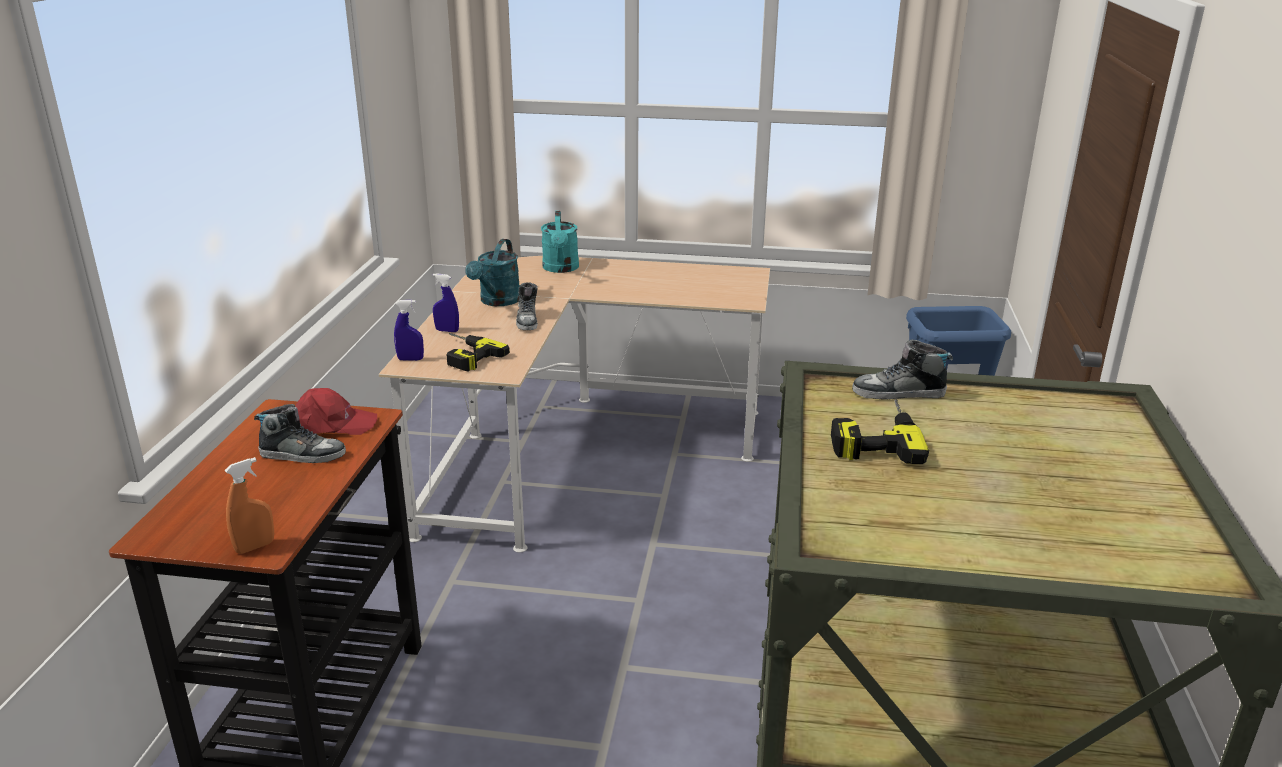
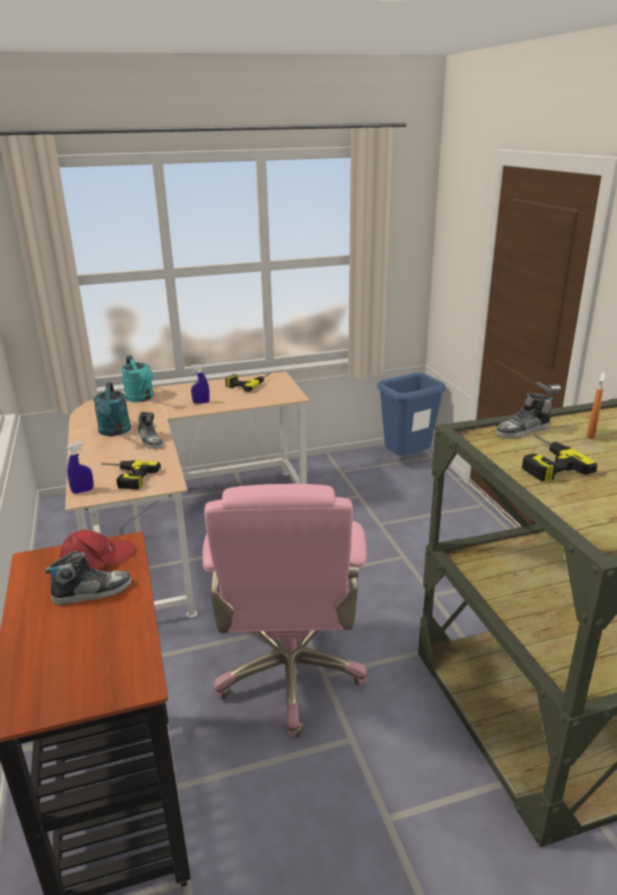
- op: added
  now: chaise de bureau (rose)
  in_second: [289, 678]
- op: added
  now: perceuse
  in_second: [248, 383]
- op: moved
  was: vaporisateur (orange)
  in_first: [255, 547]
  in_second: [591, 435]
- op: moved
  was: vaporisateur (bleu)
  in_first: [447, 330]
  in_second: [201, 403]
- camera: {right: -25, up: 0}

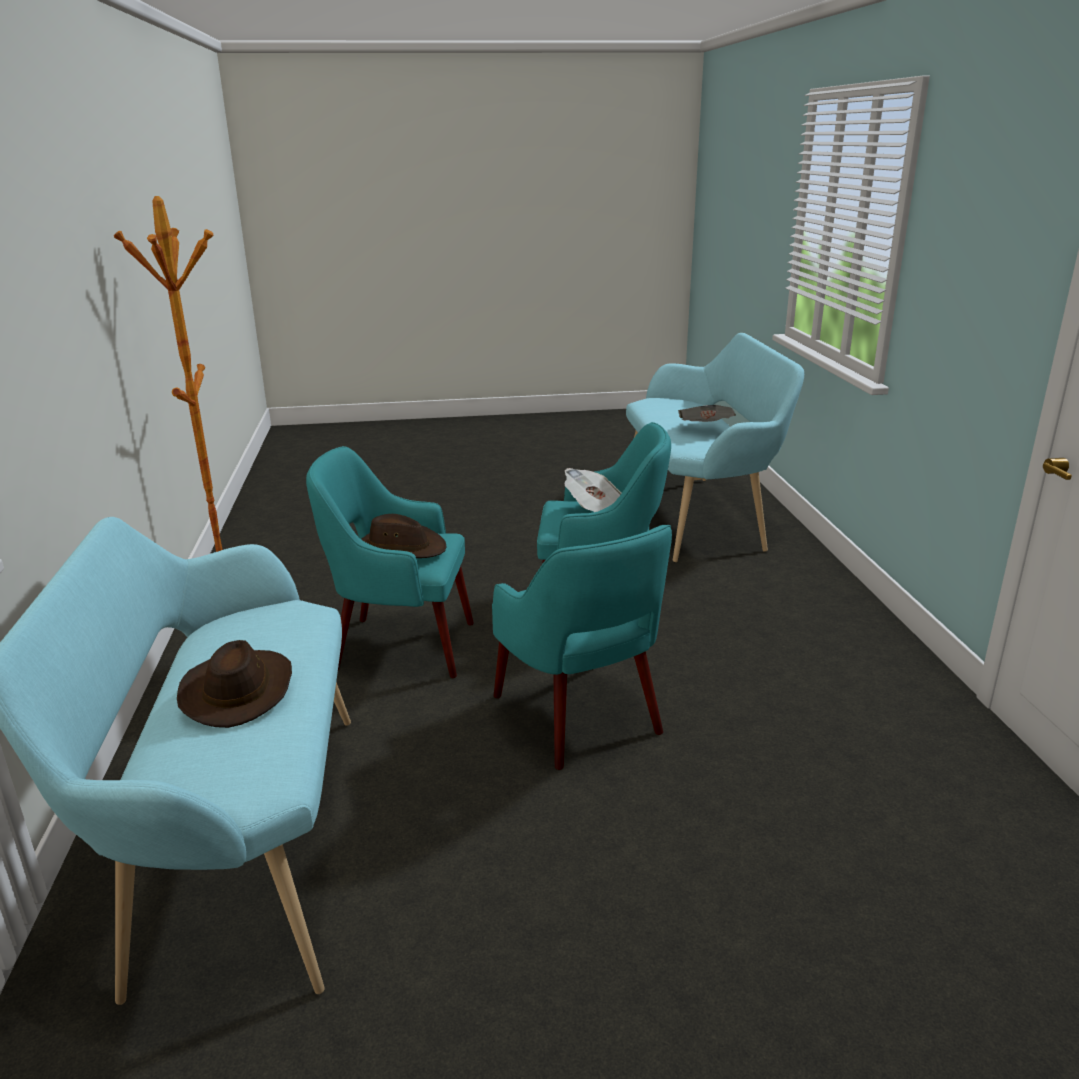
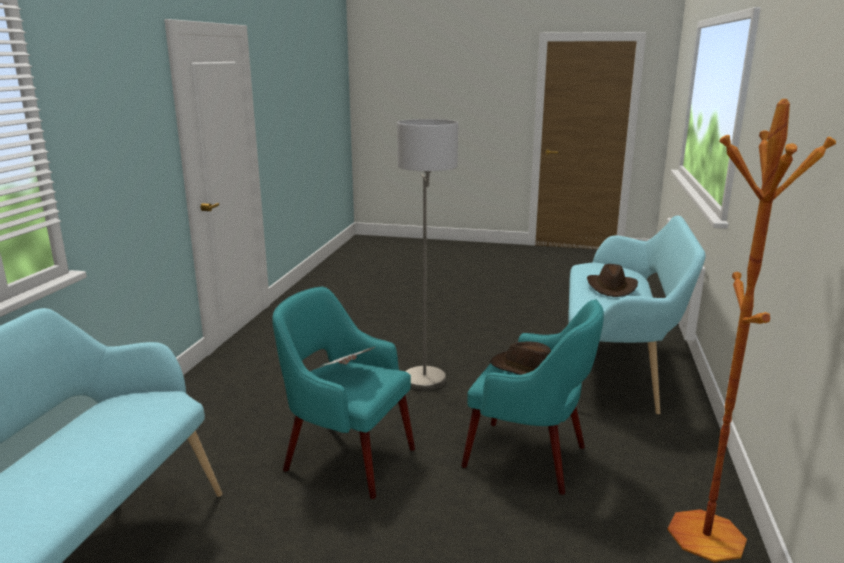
- op: removed
  was: journal
  in_first: [705, 429]
- op: replaced
  was: fauteuil (turquoise)
  now: lampadaire (gris)
  in_first: [578, 717]
  in_second: [426, 386]
- camera: {right: -160, up: -5}

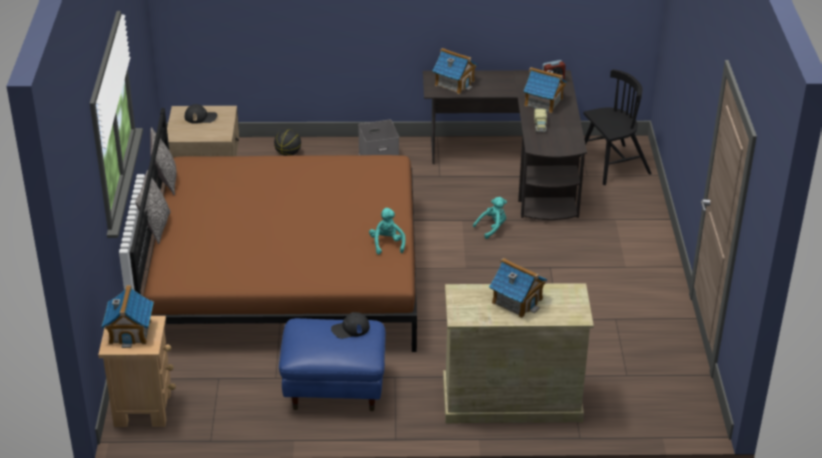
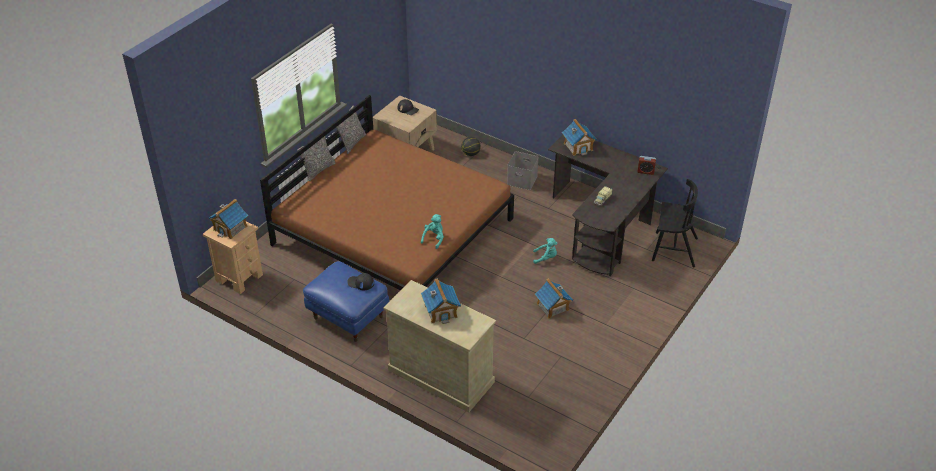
- op: moved
  was: maison miniature
  in_first: [544, 102]
  in_second: [552, 307]
- camera: {right: 35, up: 5}

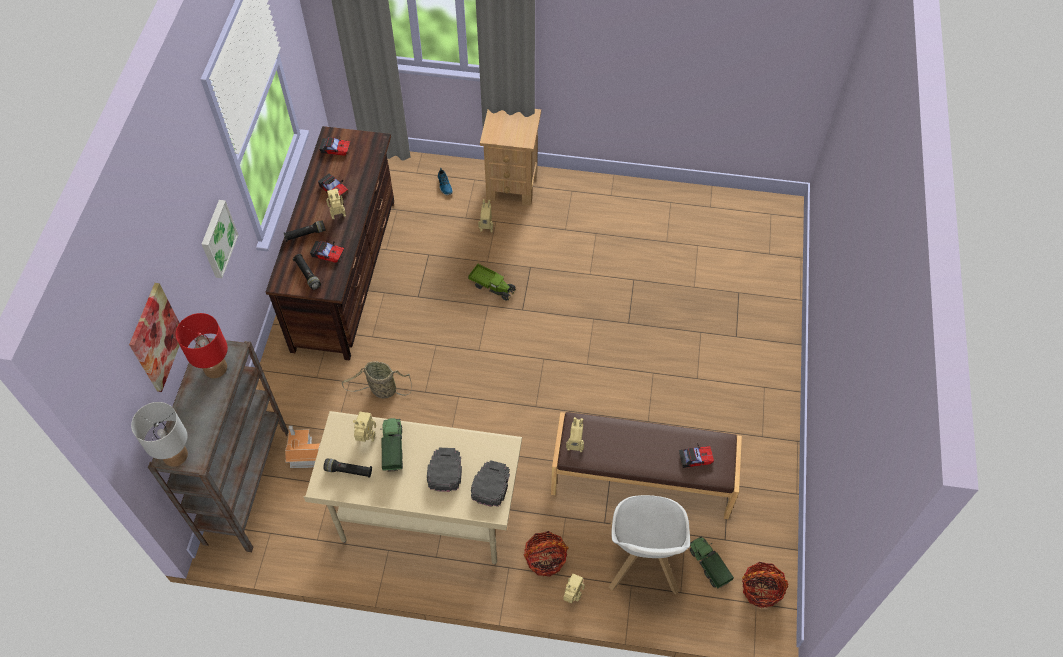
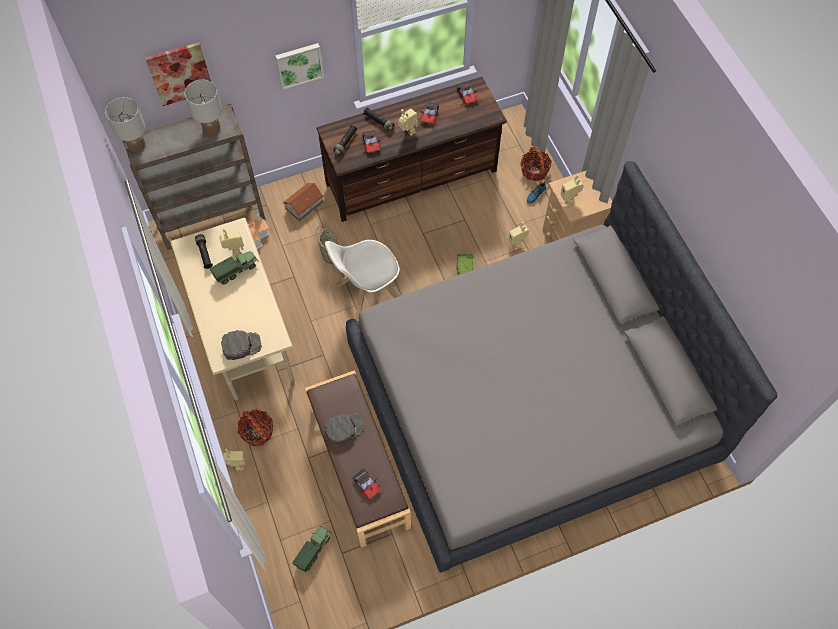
- op: added
  now: maison miniature
  in_second: [304, 205]
- op: added
  now: lit (gris)
  in_second: [529, 403]
- op: moved
  was: casquette (noir)
  in_first: [444, 470]
  in_second: [344, 428]
- op: moved
  was: robot jouet
  in_first: [575, 444]
  in_second: [569, 199]
- op: moved
  was: chaise
  in_first: [643, 560]
  in_second: [367, 295]
- op: moved
  was: panier
  in_first: [761, 589]
  in_second: [534, 170]
- op: recoloured
  was: lampe de table (rouge)
  now: lampe de table (gris)
  in_first: [215, 368]
  in_second: [211, 127]
- camera: {right: 60, up: 5}

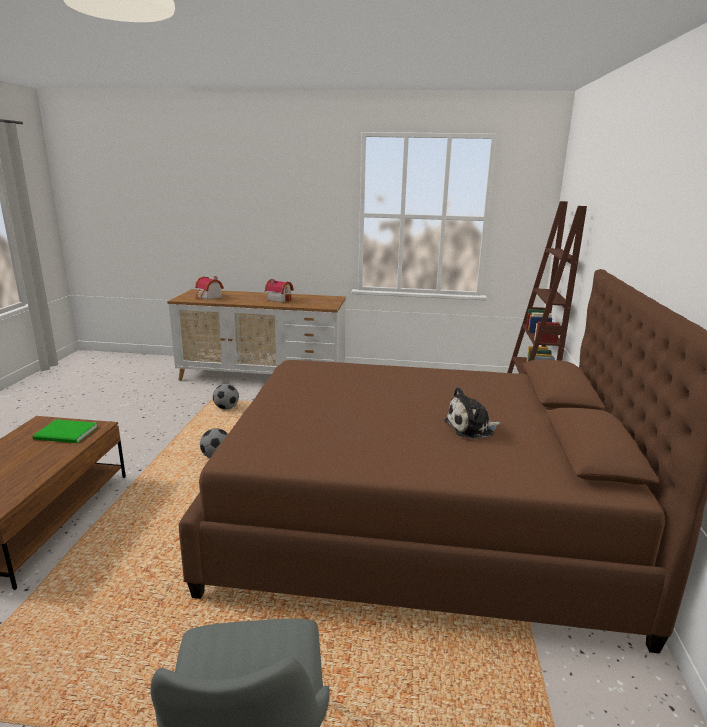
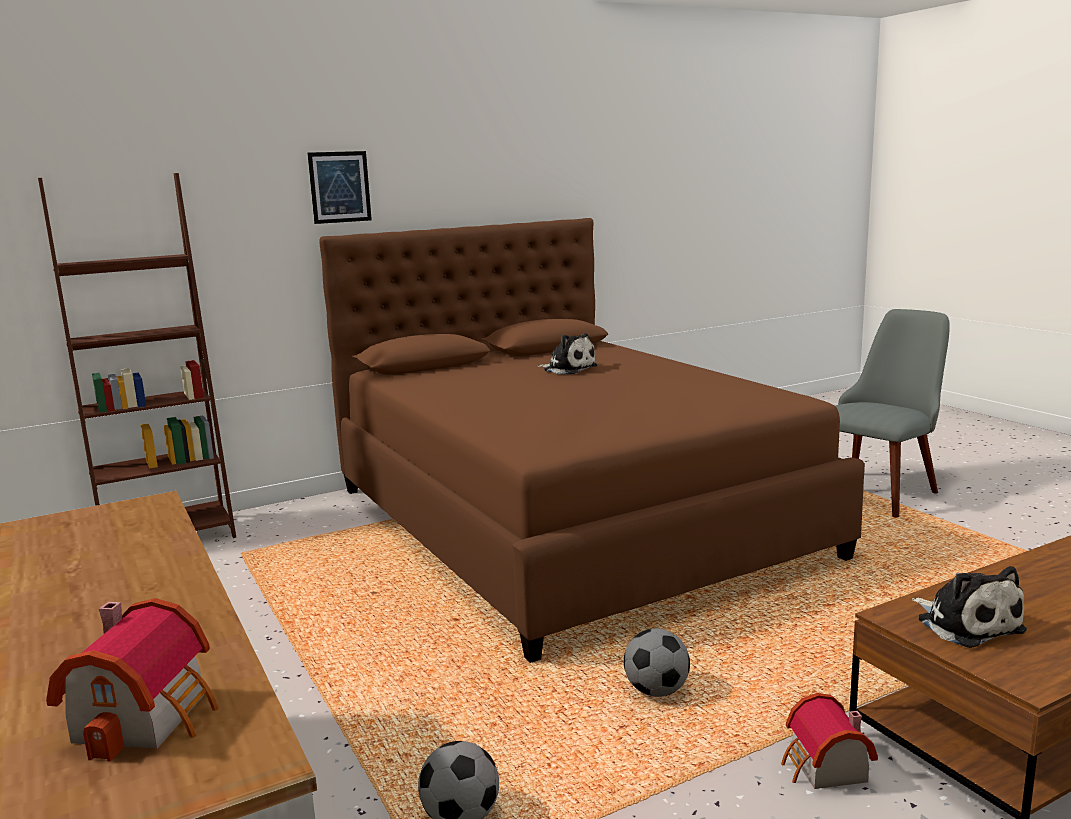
- op: added
  now: tableau
  in_second: [340, 187]
- op: moved
  was: maison miniature
  in_first: [279, 299]
  in_second: [824, 769]
- op: replaced
  was: livre (vert)
  now: peluche
  in_first: [67, 434]
  in_second: [966, 624]
- camera: {right: -125, up: -5}

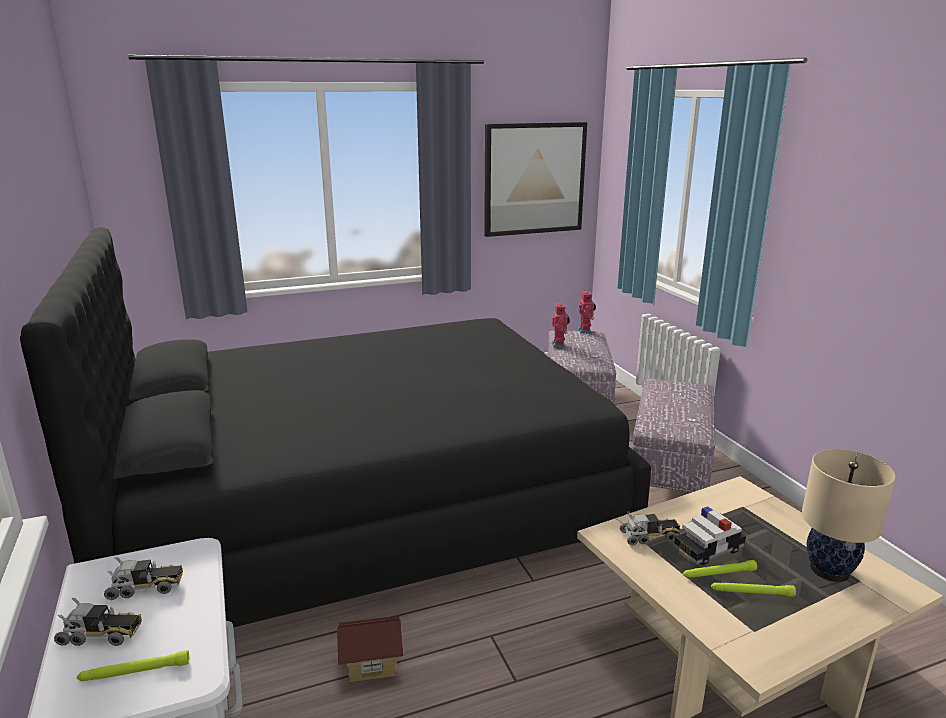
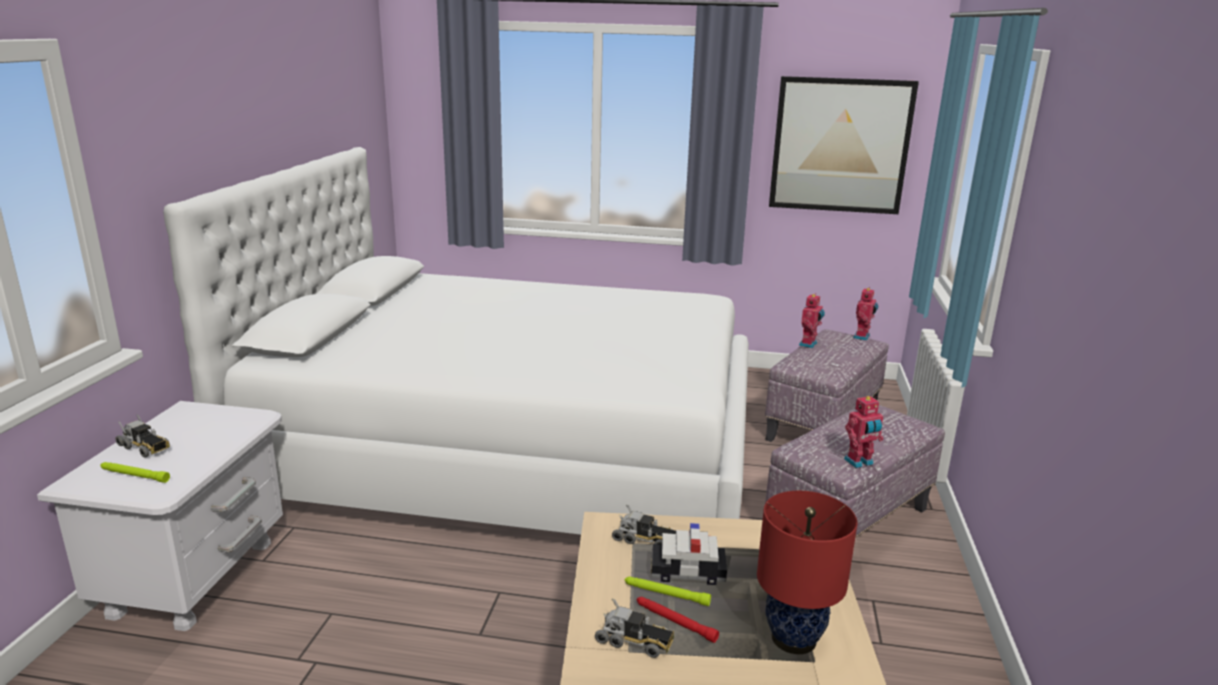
- op: removed
  was: maison miniature
  in_first: [371, 664]
- op: added
  now: robot jouet
  in_second: [859, 462]
- op: moved
  was: camion jouet
  in_first: [146, 587]
  in_second: [634, 641]
- op: recoloured
  was: lit (noir)
  now: lit (blanc)
  in_first: [365, 506]
  in_second: [510, 452]
- op: recoloured
  was: lampe de poche (vert)
  now: lampe de poche (rouge)
  in_first: [751, 592]
  in_second: [675, 622]
- op: recoloured
  was: lampe de table (beige)
  now: lampe de table (rouge)
  in_first: [829, 570]
  in_second: [793, 639]
- camera: {right: 30, up: 0}

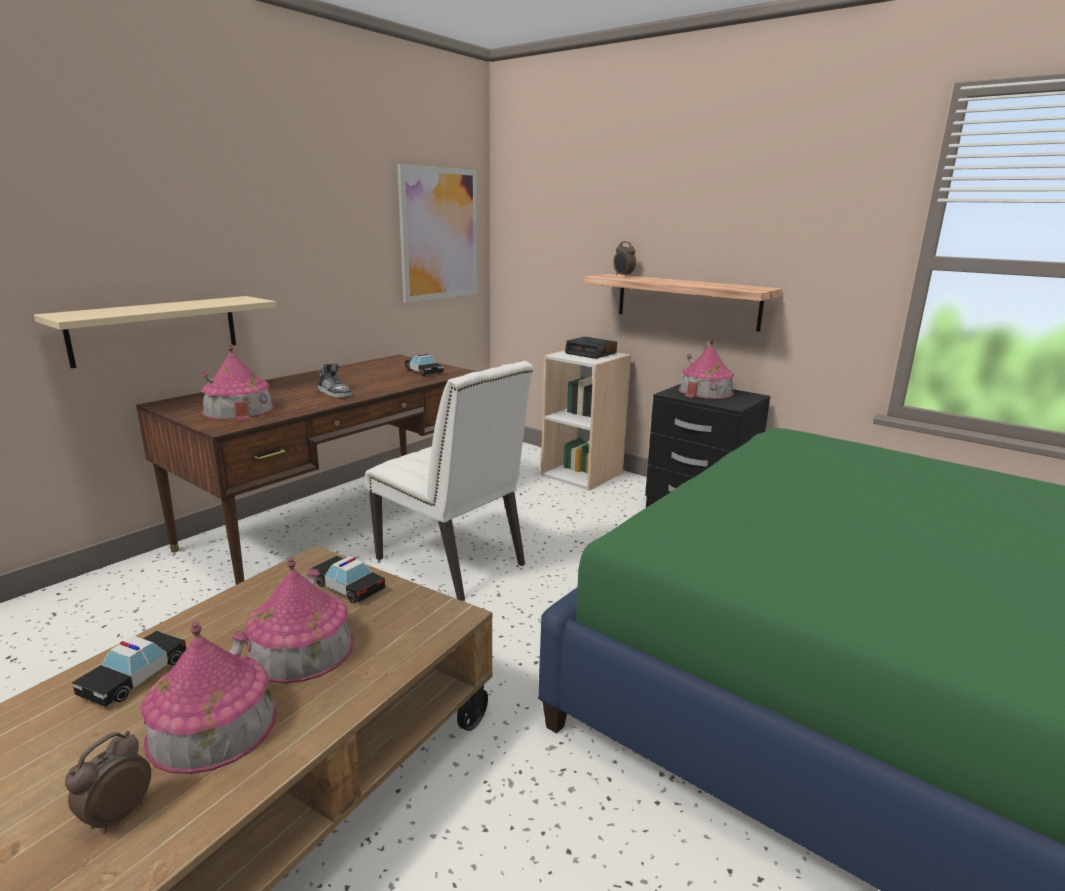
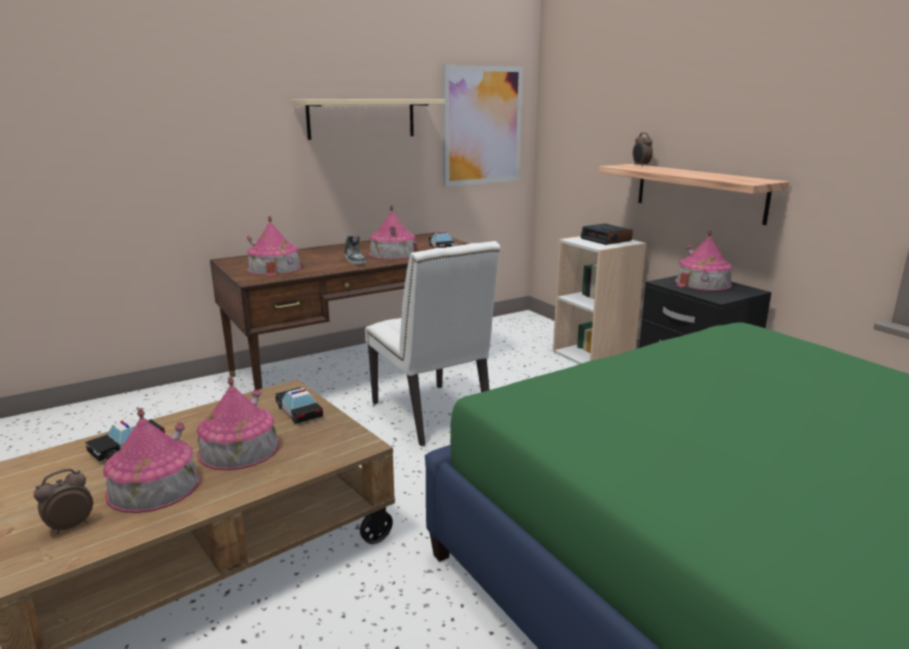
- op: added
  now: maison miniature
  in_second: [393, 253]
- op: moved
  was: étagère (beige)
  in_first: [155, 330]
  in_second: [361, 118]
- camera: {right: 20, up: 0}

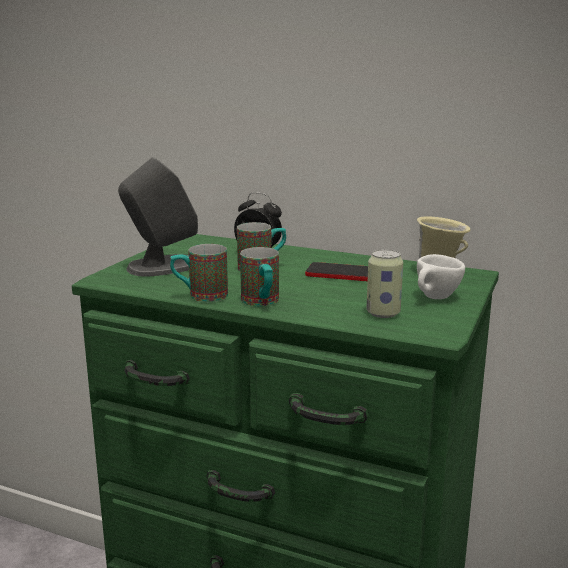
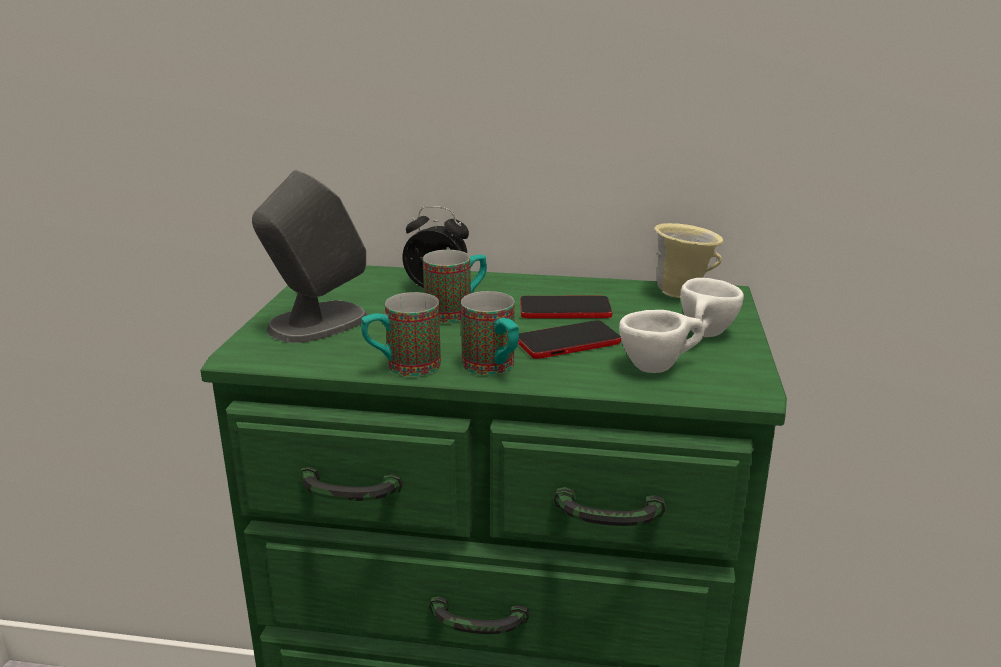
- op: added
  now: téléphone
  in_second: [568, 342]
- op: replaced
  was: boîte métallique
  now: tasse (blanc)
  in_first: [383, 313]
  in_second: [659, 367]
- camera: {right: -15, up: 5}

